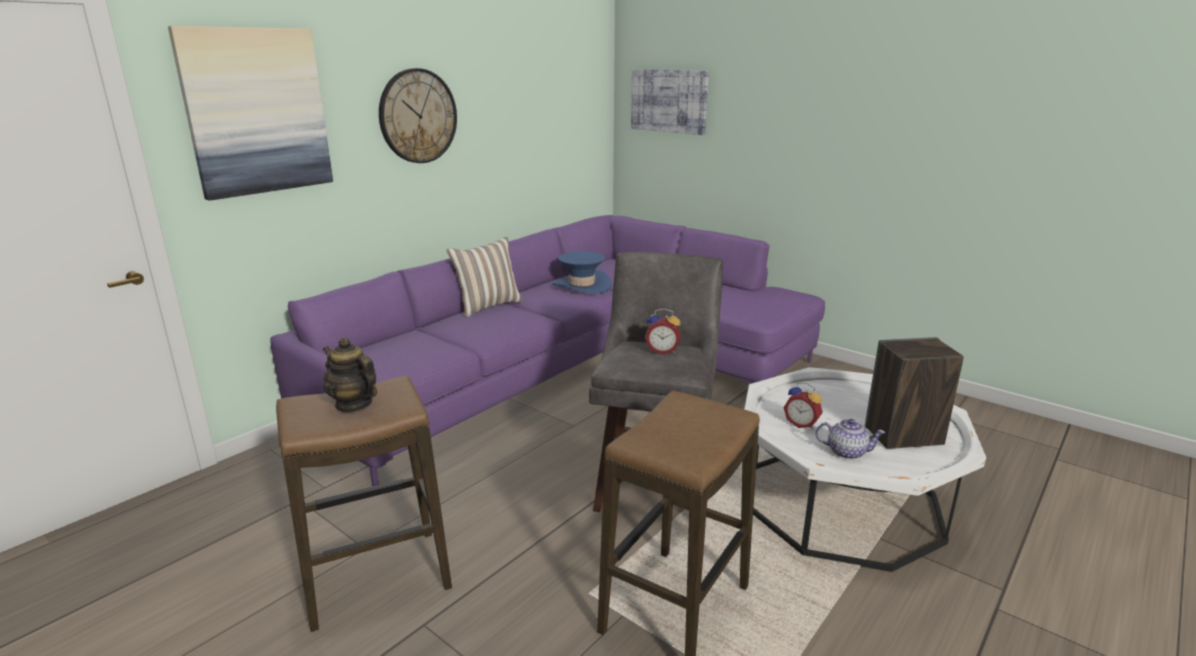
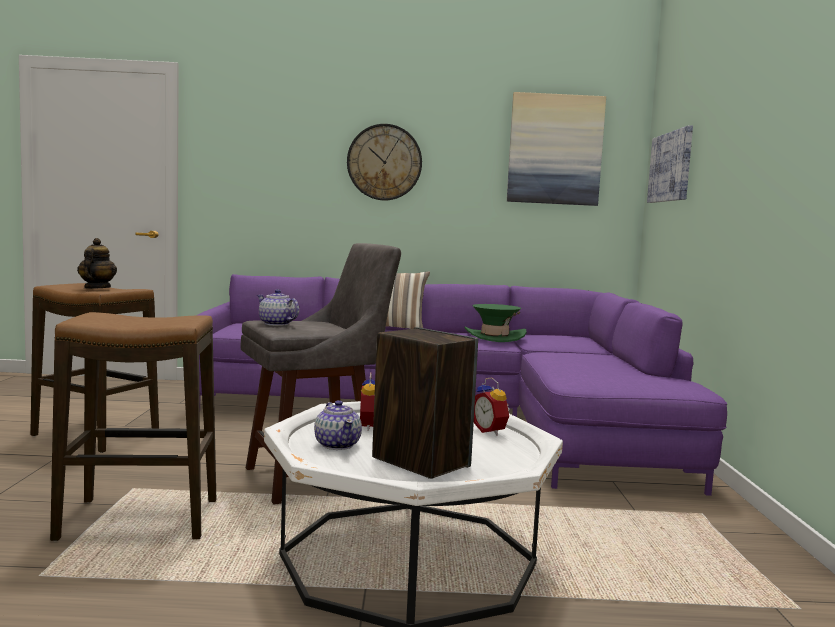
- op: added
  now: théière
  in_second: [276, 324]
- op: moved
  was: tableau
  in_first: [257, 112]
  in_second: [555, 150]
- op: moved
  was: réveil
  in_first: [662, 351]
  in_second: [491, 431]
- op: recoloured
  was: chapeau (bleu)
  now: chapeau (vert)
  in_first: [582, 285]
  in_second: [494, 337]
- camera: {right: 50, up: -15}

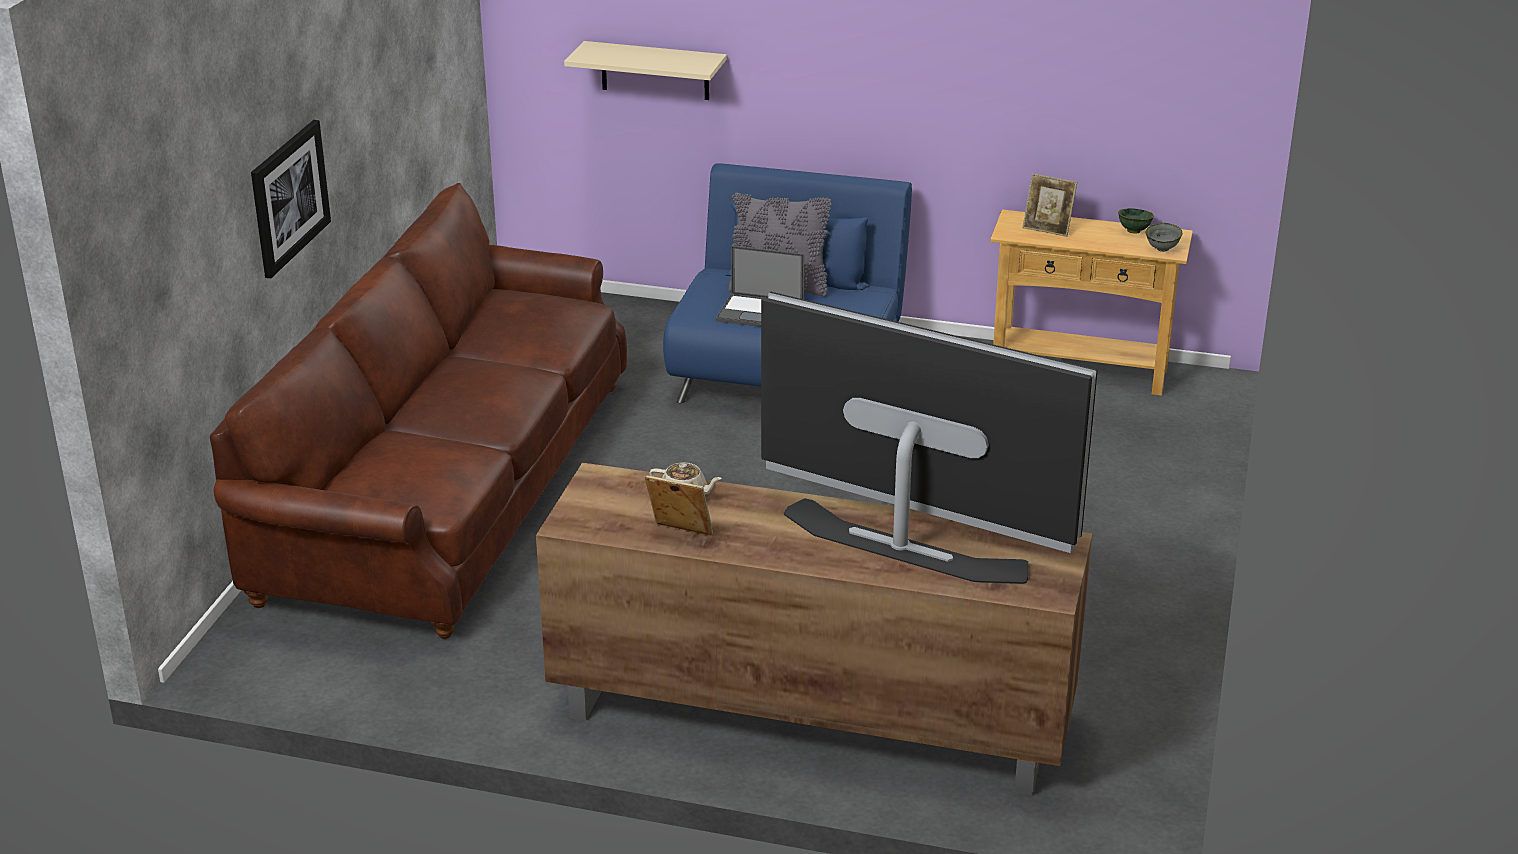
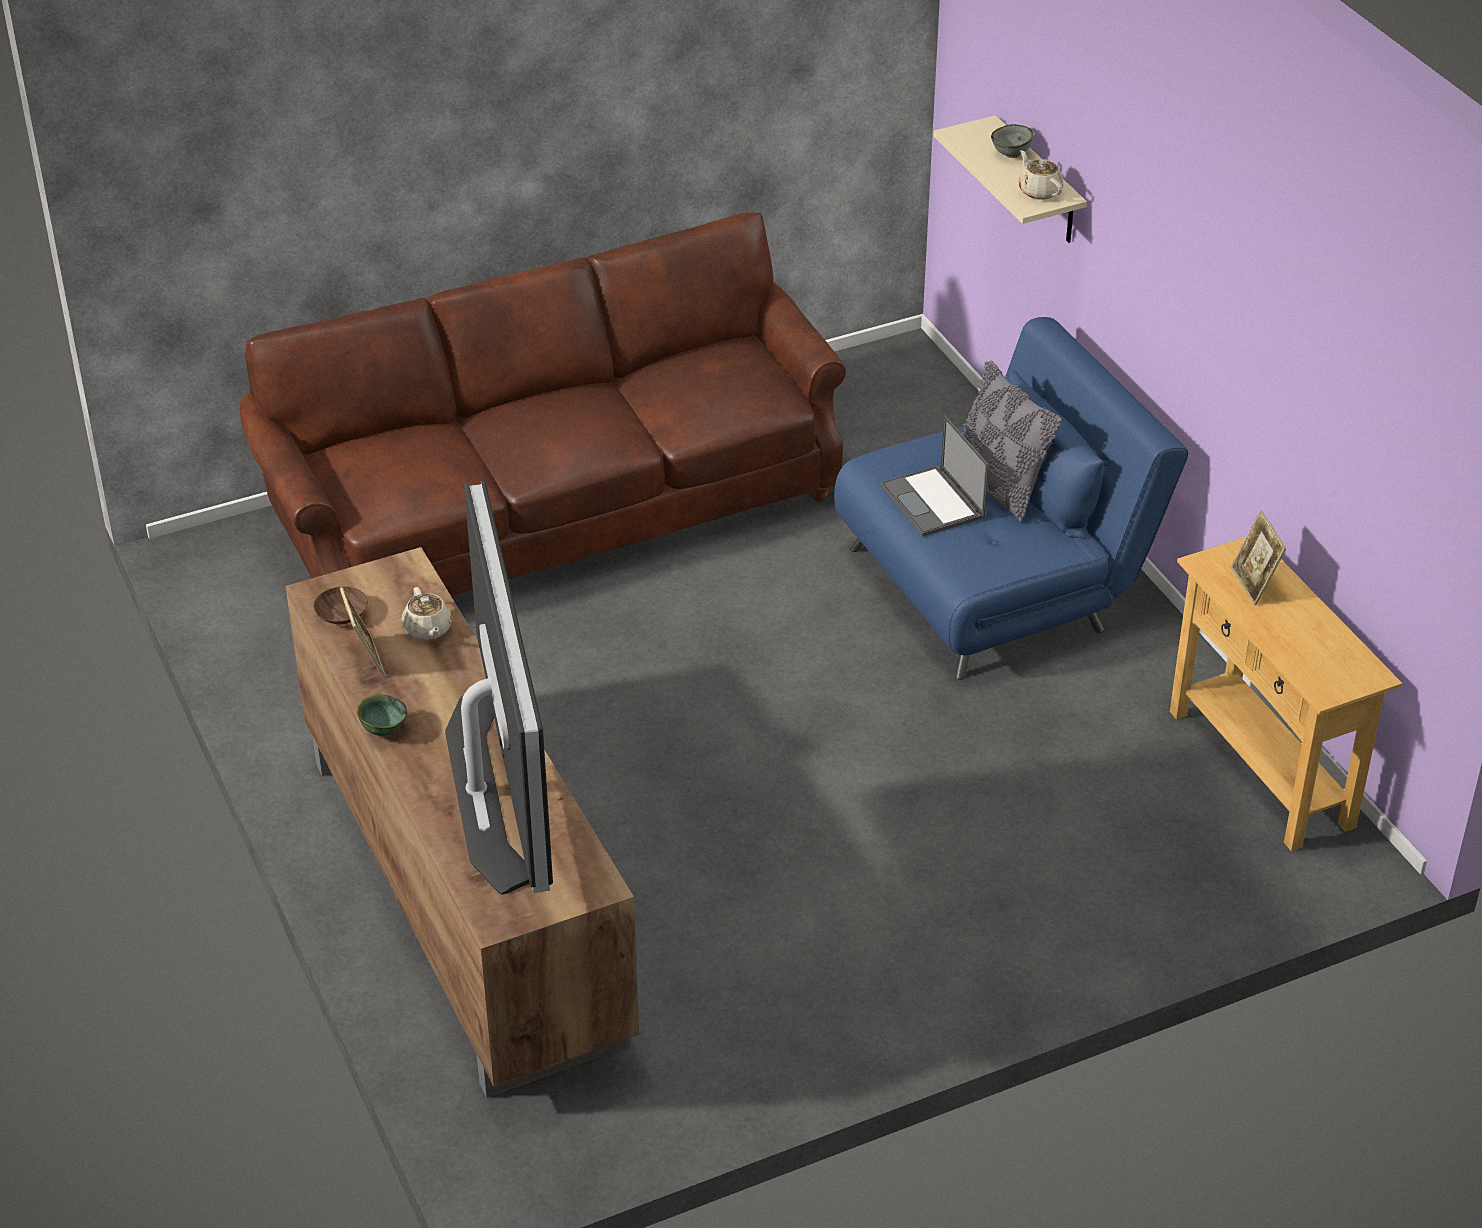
- op: removed
  was: tableau
  in_first: [289, 197]
- op: added
  now: bol (marron)
  in_second: [341, 614]
- op: added
  now: théière (beige)
  in_second: [1039, 191]
- op: moved
  was: bol (vert)
  in_first: [1133, 231]
  in_second: [383, 730]
- op: moved
  was: bol (gris)
  in_first: [1163, 249]
  in_second: [1011, 155]
- camera: {right: 50, up: 10}

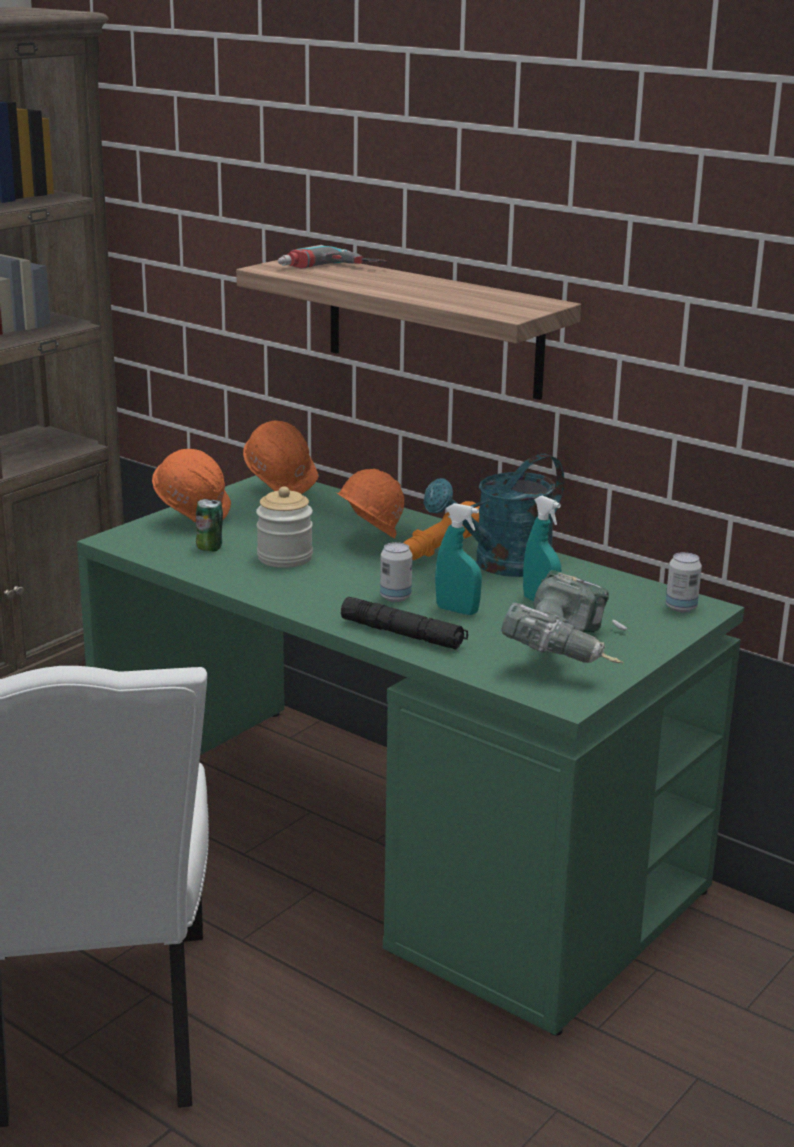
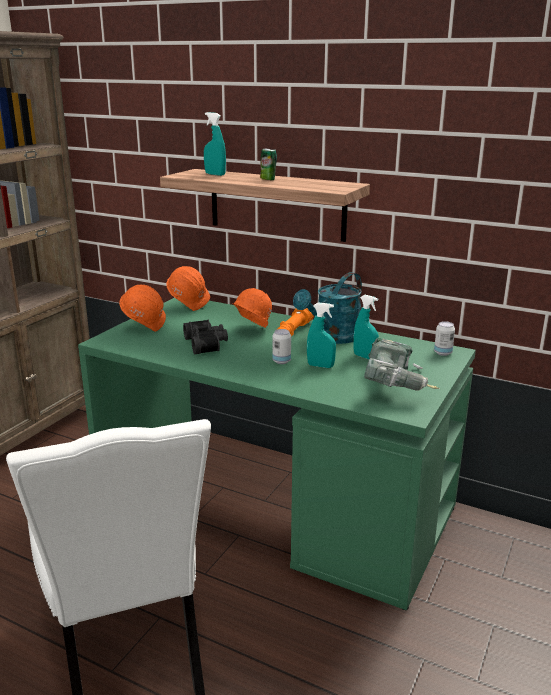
- op: removed
  was: lampe de poche (noir)
  in_first: [403, 634]
- op: moved
  was: boîte métallique
  in_first: [209, 548]
  in_second: [268, 179]
- op: replaced
  was: bocal
  now: jumelles (noir)
  in_first: [285, 558]
  in_second: [207, 344]
- op: replaced
  was: perceuse
  now: vaporisateur (turquoise)
  in_first: [330, 269]
  in_second: [215, 174]
- camera: {right: -10, up: 0}

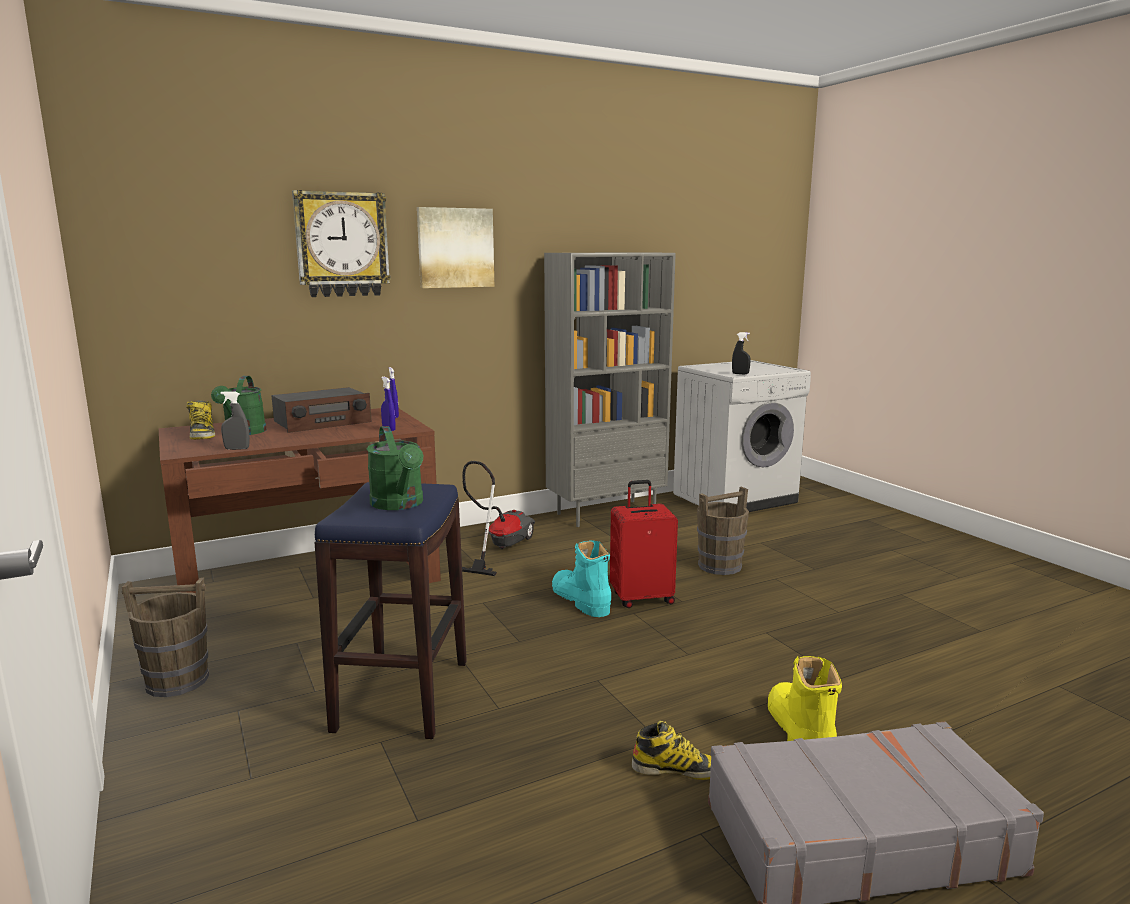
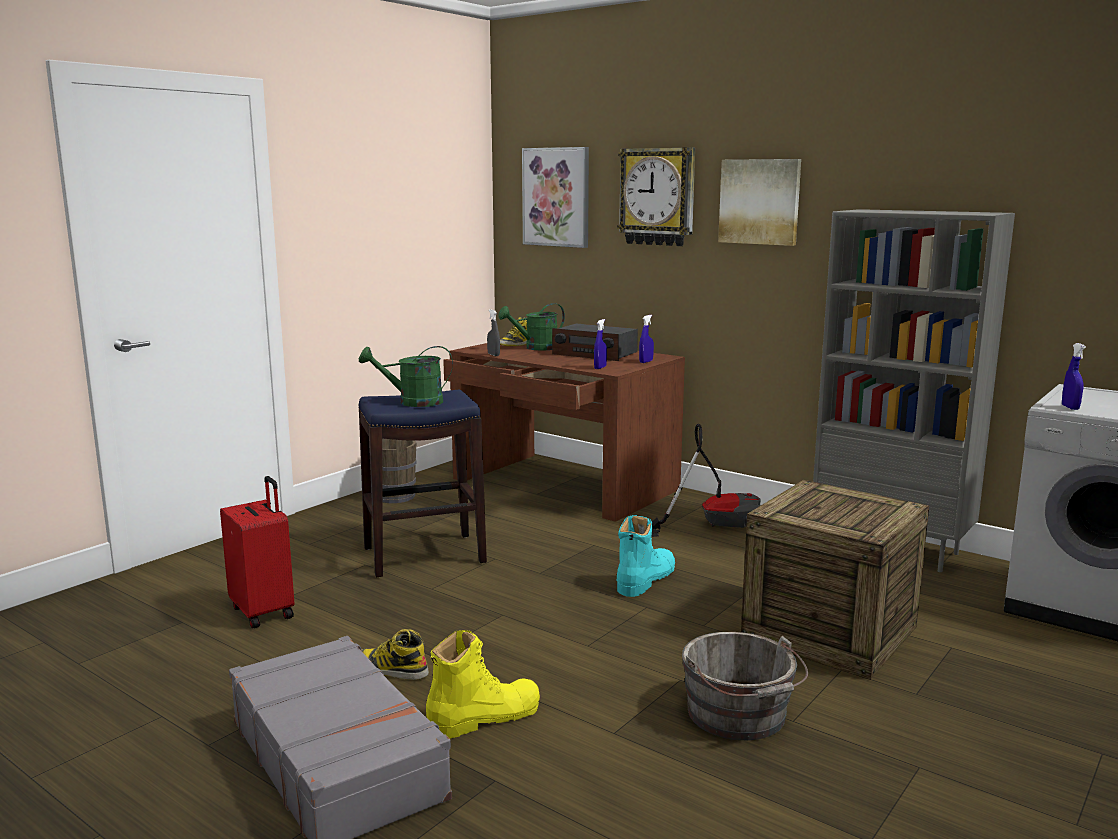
- op: added
  now: tableau
  in_second: [556, 197]
- op: added
  now: seau (gris)
  in_second: [739, 716]
- op: moved
  was: valise (rouge)
  in_first: [642, 598]
  in_second: [264, 612]
- op: replaced
  was: seau (marron)
  now: caisse
  in_first: [720, 566]
  in_second: [829, 632]
- op: recoloured
  was: vaporisateur (noir)
  now: vaporisateur (bleu)
  in_first: [740, 374]
  in_second: [1070, 407]
- op: turned
  was: arrosoir (vert)
  in_first: [400, 505]
  in_second: [412, 402]
  clockwise: 45
- op: turned
  was: botte
  in_first: [678, 769]
  in_second: [391, 669]
  clockwise: 135
- camera: {right: 65, up: 0}

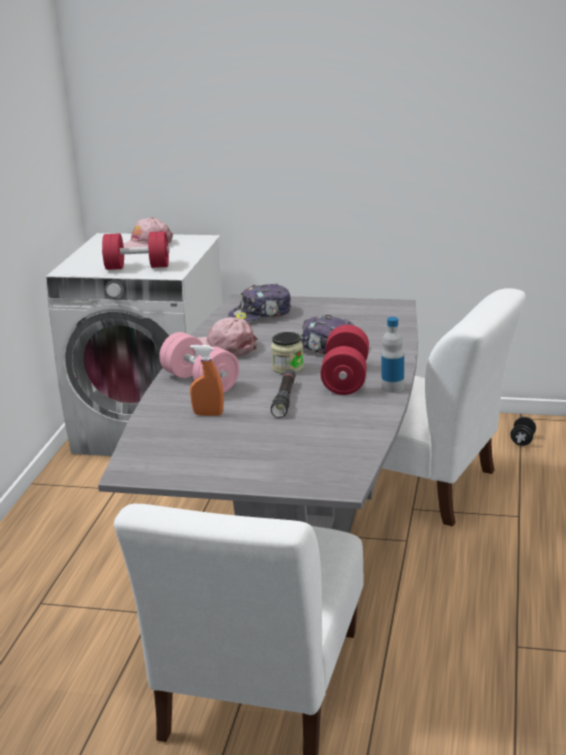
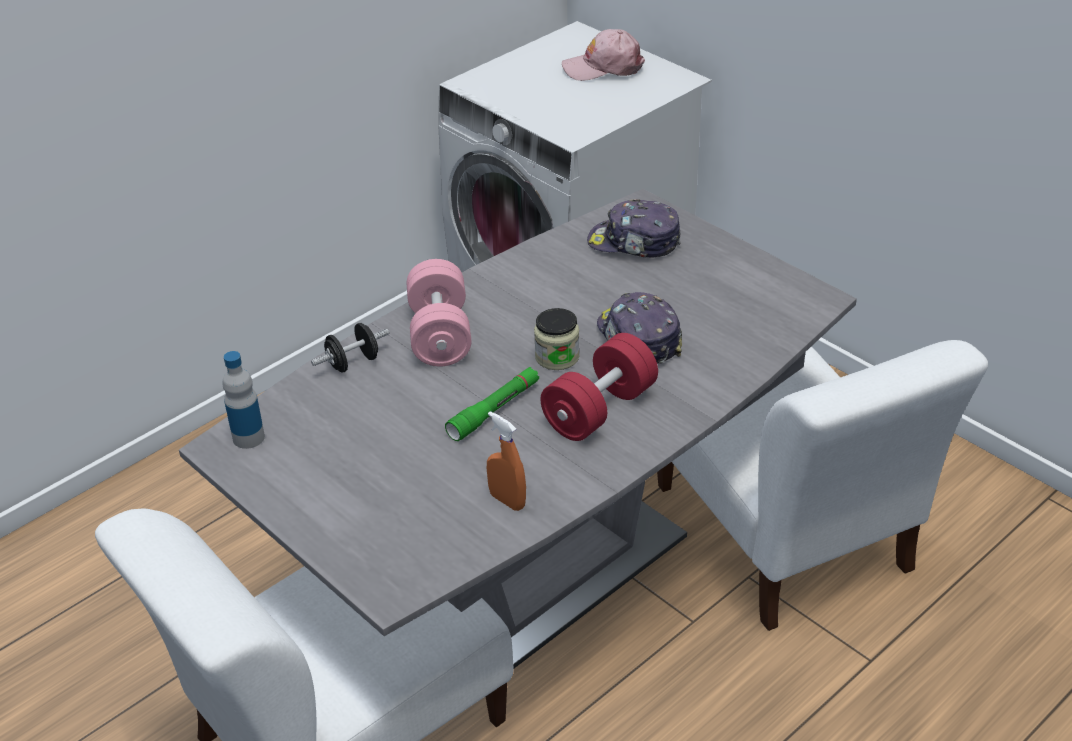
- op: removed
  was: haltère (rouge)
  in_first: [137, 267]
- op: removed
  was: casquette (rose)
  in_first: [224, 348]
- op: moved
  was: vaporisateur (orange)
  in_first: [208, 414]
  in_second: [507, 500]
- op: moved
  was: bouteille
  in_first: [392, 387]
  in_second: [248, 437]
- op: moved
  was: haltère (noir)
  in_first: [522, 441]
  in_second: [353, 363]
- op: recoloured
  was: lampe de poche (noir)
  now: lampe de poche (vert)
  in_first: [284, 399]
  in_second: [494, 410]
- camera: {right: 35, up: 15}

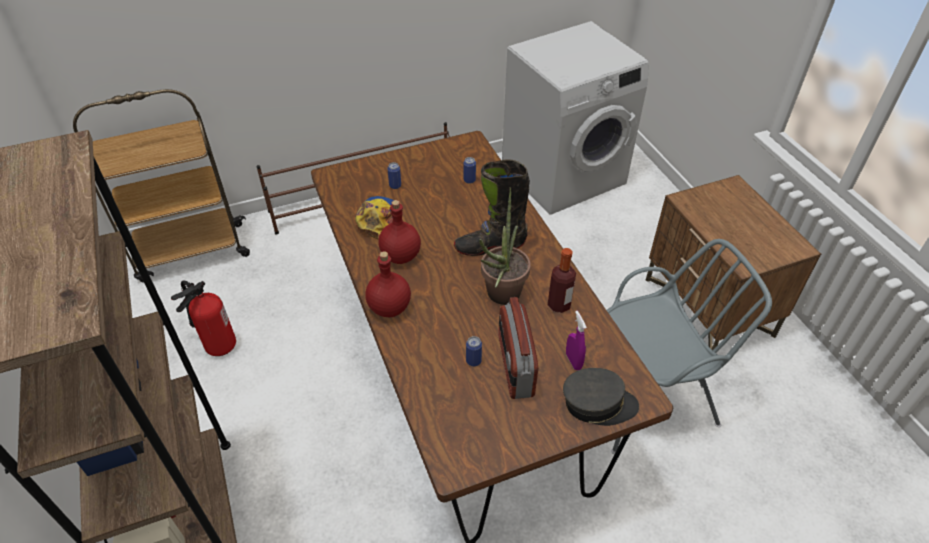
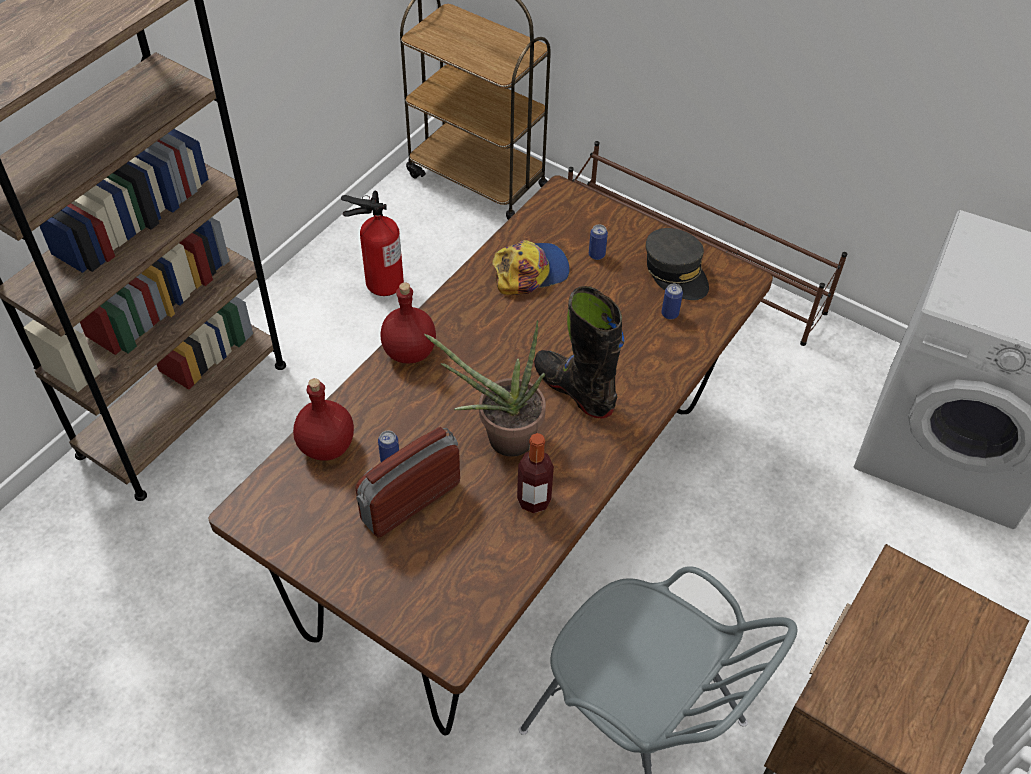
- op: removed
  was: vaporisateur (violet)
  in_first: [573, 361]
- op: moved
  was: bouteille (rouge)
  in_first: [400, 256]
  in_second: [325, 445]
- op: moved
  was: casquette (gris)
  in_first: [598, 404]
  in_second: [676, 272]
- camera: {right: 55, up: 5}

